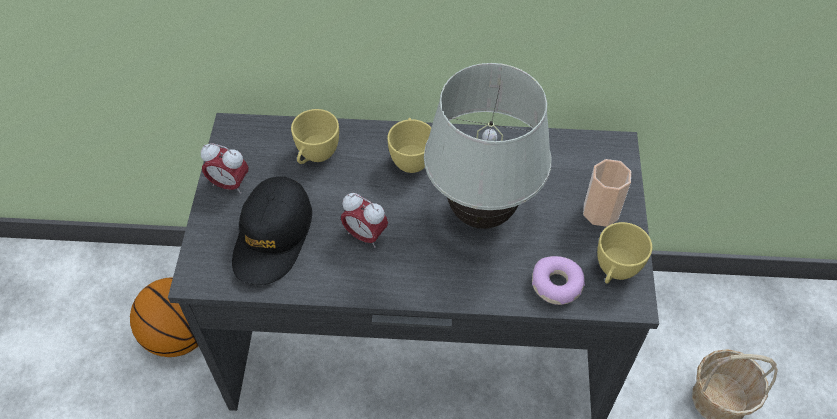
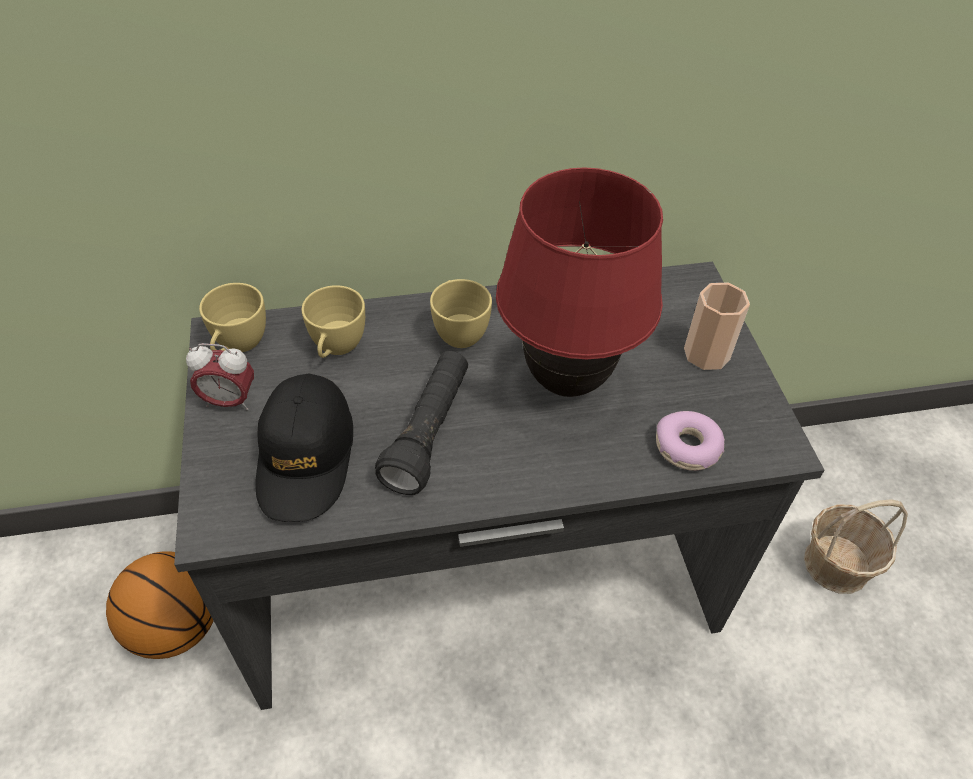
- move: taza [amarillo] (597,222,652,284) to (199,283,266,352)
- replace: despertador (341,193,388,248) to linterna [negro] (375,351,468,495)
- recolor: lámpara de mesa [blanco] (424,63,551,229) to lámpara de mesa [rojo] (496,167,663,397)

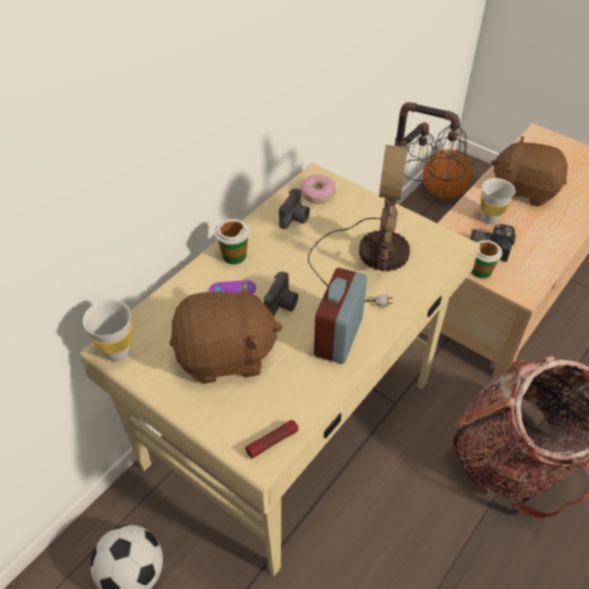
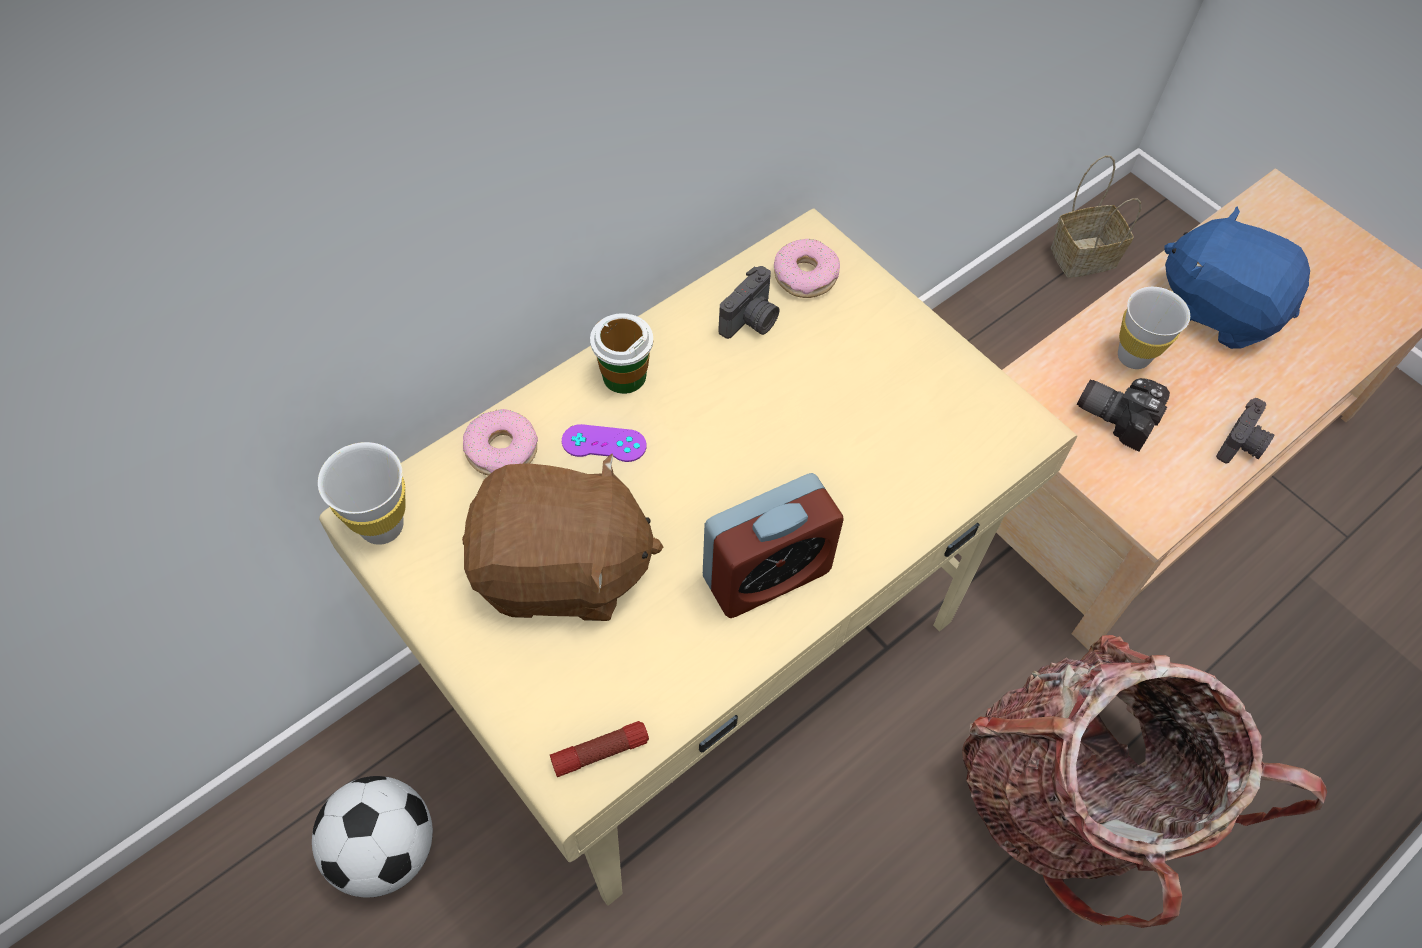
- insert: rosquilla (463,409,538,476)
- rotate: despertador (314,268,367,364) = (703,473,844,618) 150 degrees counterclockwise
- replace: balón de baloncesto (423,149,472,199) to cesta (1051,155,1141,278)
- recolor: peluche [marrón] (491,136,568,207) to peluche [azul] (1164,206,1310,349)
- move: cámara (264,271,298,316) to (1216,398,1274,463)
- delete: lámpara de mesa (308,102,467,307)
- delete: taza (471,240,502,279)

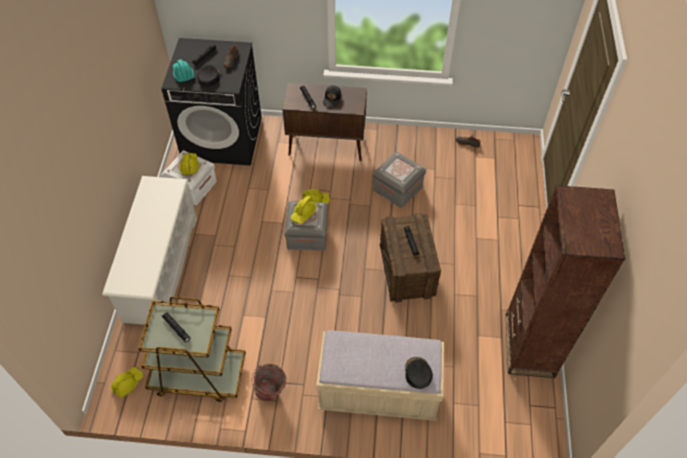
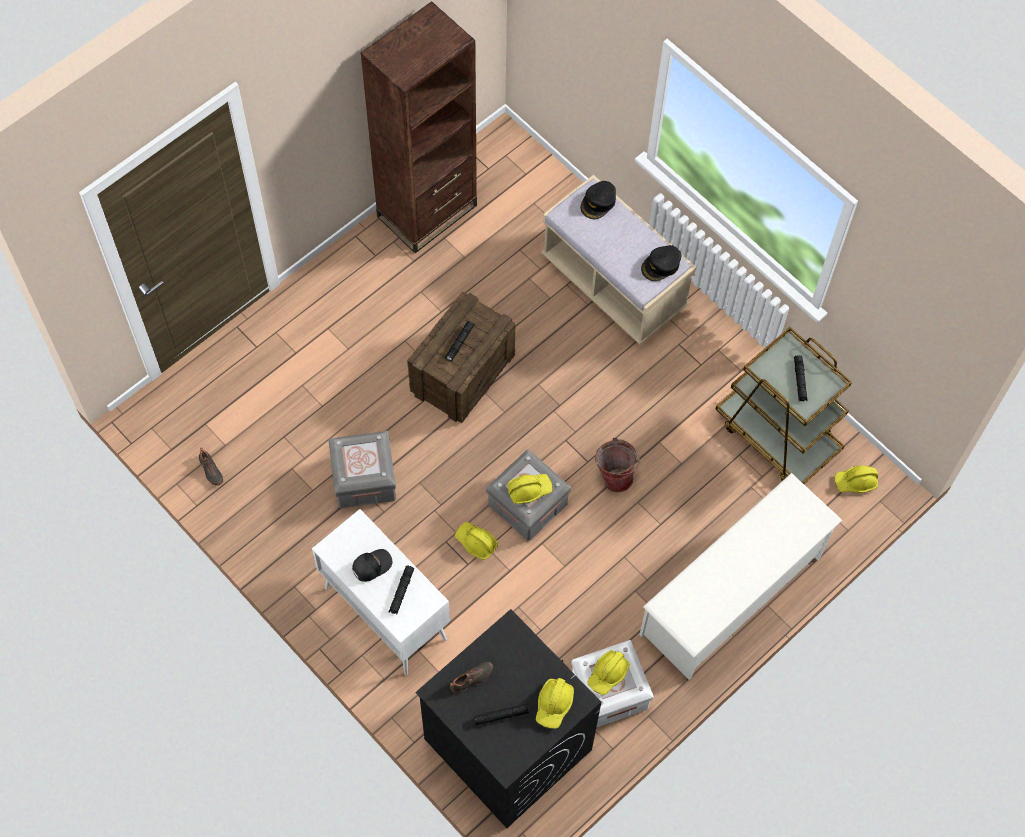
- recolor: armario [marrón] (282,83,367,161) to armario [blanco] (312,509,450,675)
- recolor: casco [turquesa] (173,59,194,82) to casco [amarillo] (536,678,574,729)
- move: cubo (252,364,286,401) to (595,438,640,492)
- move: gorra [negro] (197,64,220,86) to (641,245,682,281)

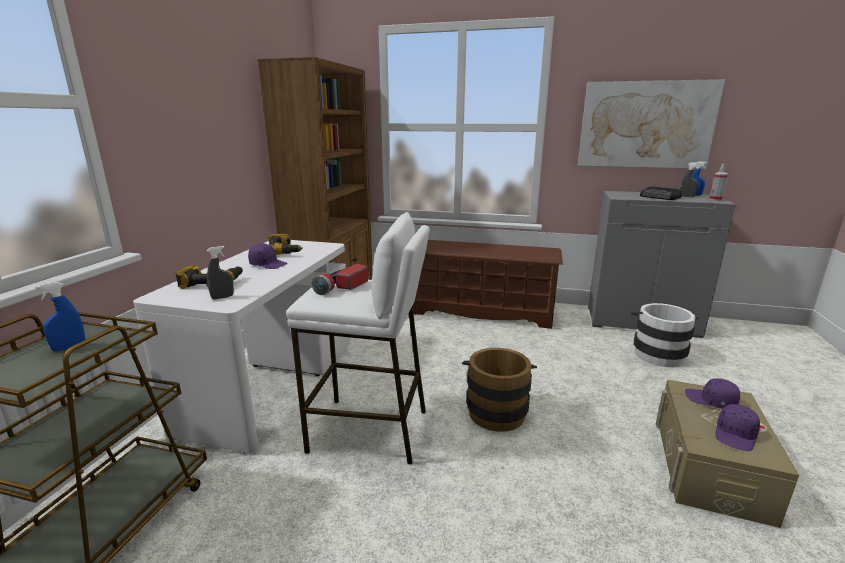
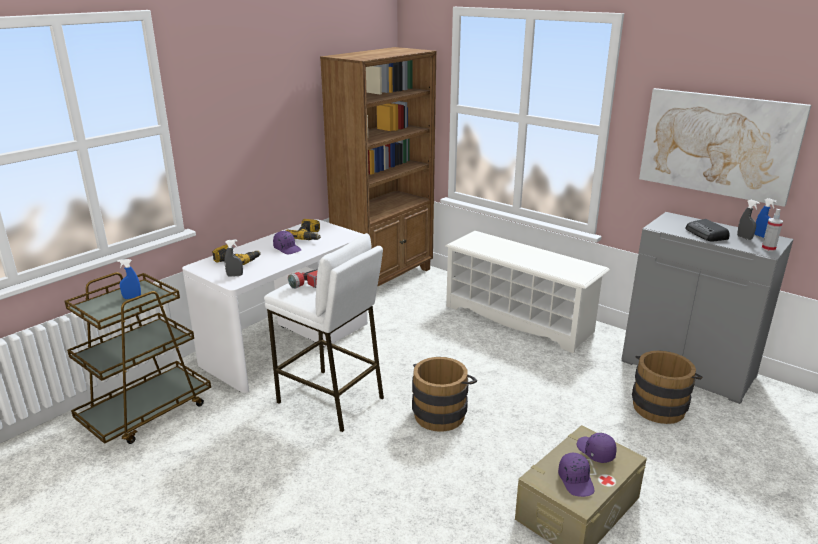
- recolor: zapatero [marrón] (413,240,563,329) to zapatero [blanco] (445,231,610,354)
- rotate: gorra [morado] (715,404,760,451) = (558,453,595,497) 75 degrees counterclockwise
- recolor: cubo [blanco] (631,303,698,367) to cubo [marrón] (632,351,703,424)

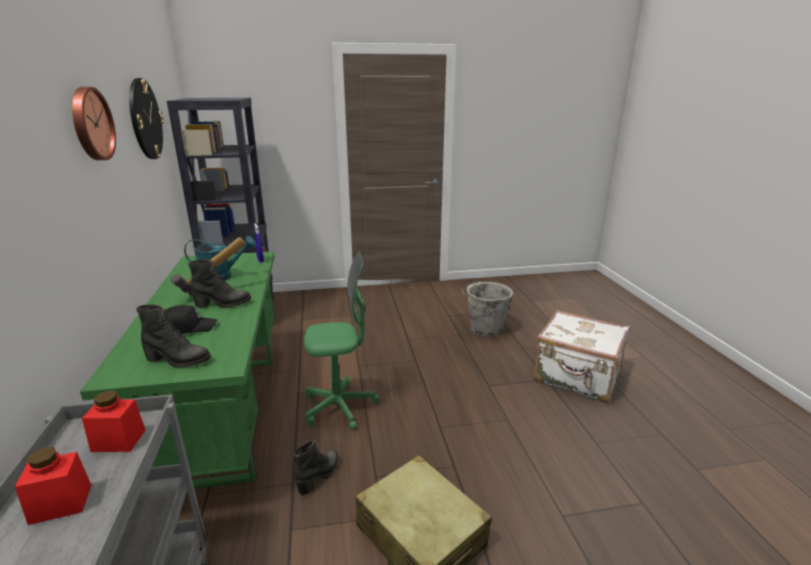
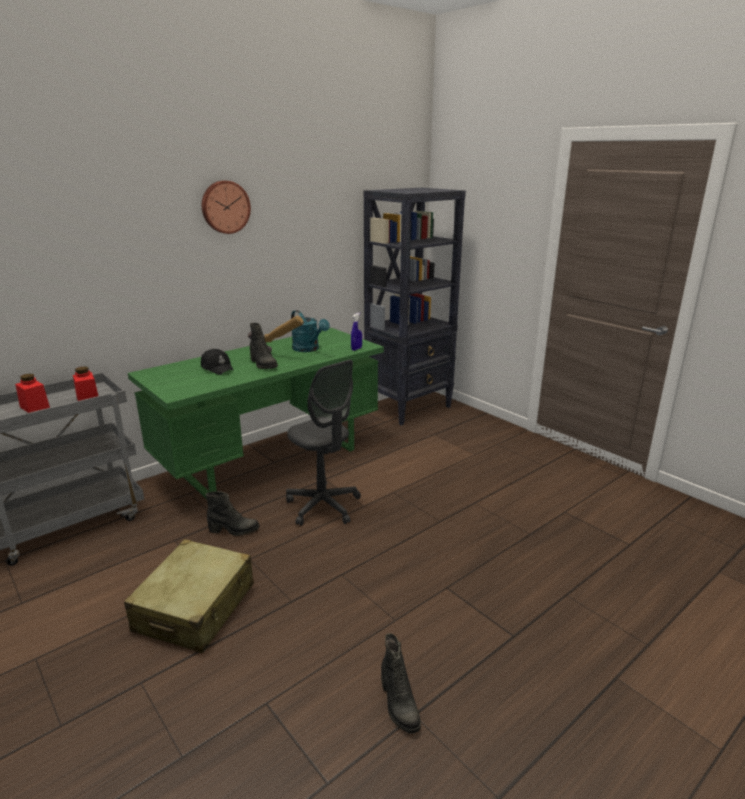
- recolor: silla de oficina [verde] (304,252,379,431) to silla de oficina [gris] (286,360,361,526)
- move: bota [negro] (136,304,211,368) to (381,633,421,734)
- delete: reloj de pared (129,78,164,159)
- delete: cubo [gris] (461,281,513,337)
- delete: maleta [blanco] (534,310,630,403)

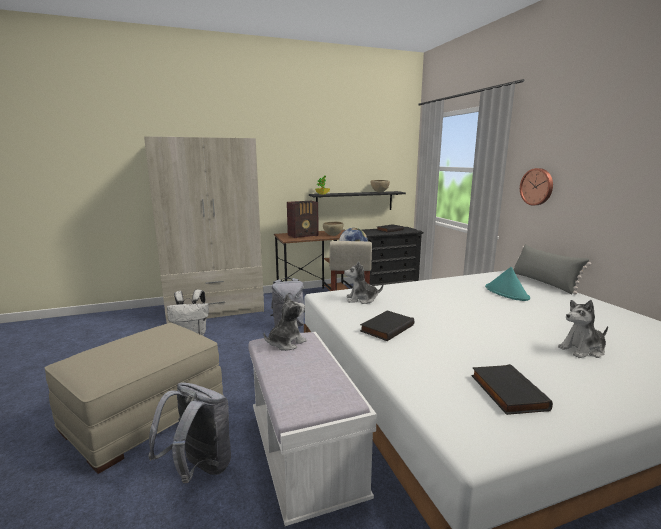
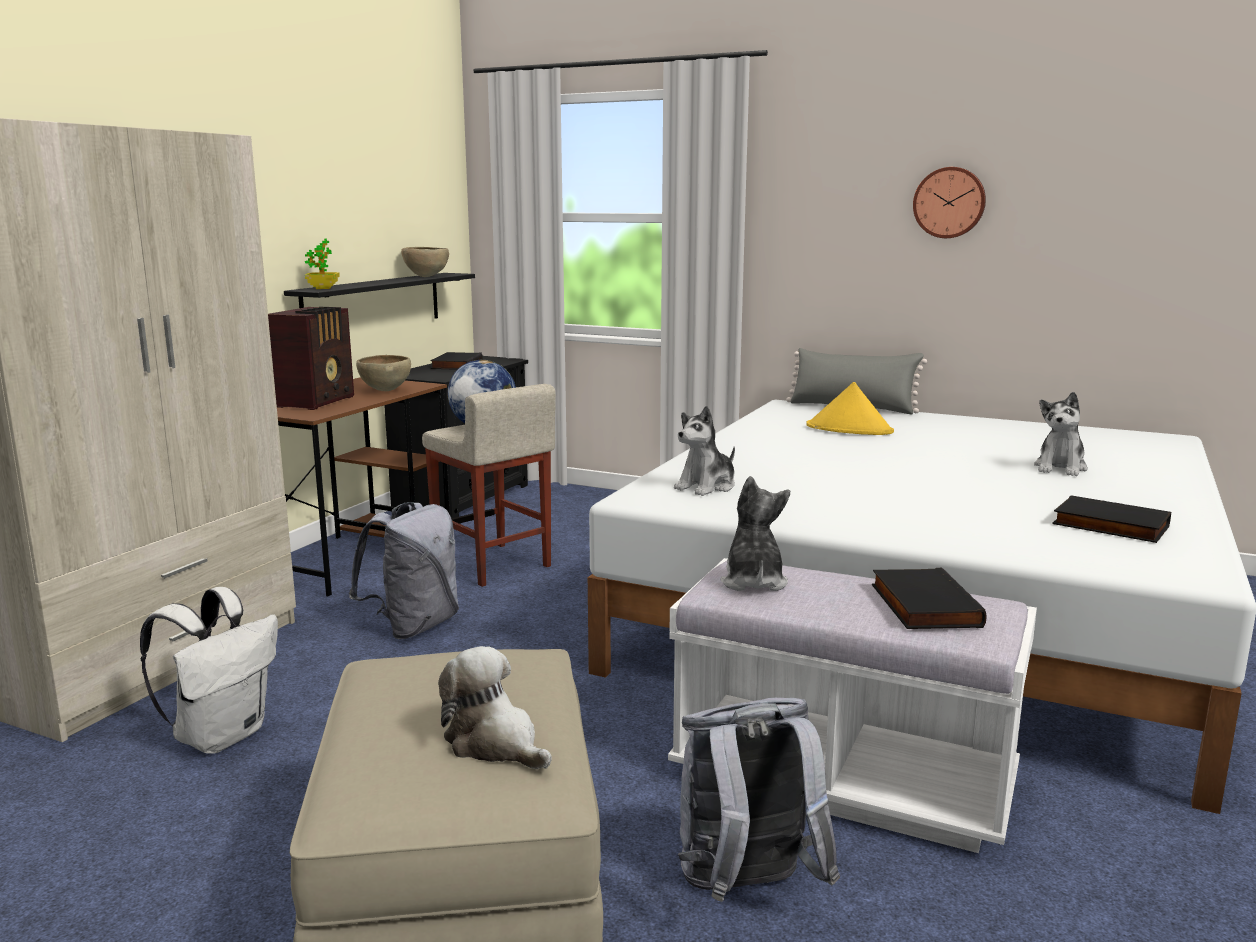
- insert: peluche (438,646,552,769)
- recolor: sombrero [turquesa] (485,267,530,301) to sombrero [amarillo] (806,382,894,435)
- move: libro [negro] (360,310,414,341) to (872,567,987,629)
- move: reloj de pared (520,168,553,205) to (913,167,986,238)

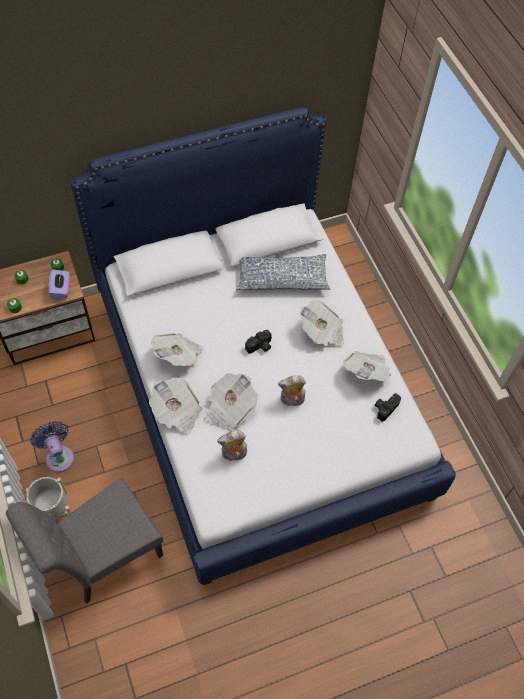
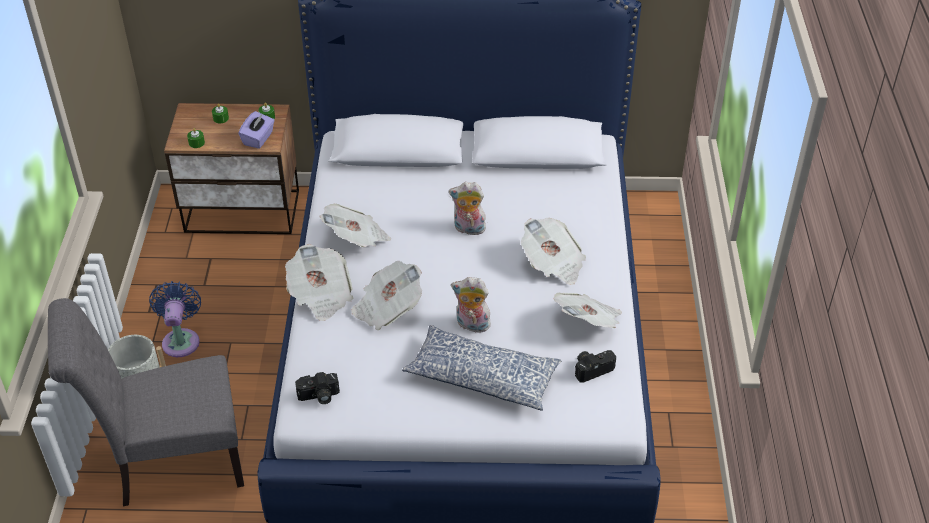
- move: cámara (245,330,272,354) to (295,372,340,404)
- move: cojín (236,254,331,290) to (402,325,561,411)
- move: peluche (217,430,247,461) to (449,182,489,235)

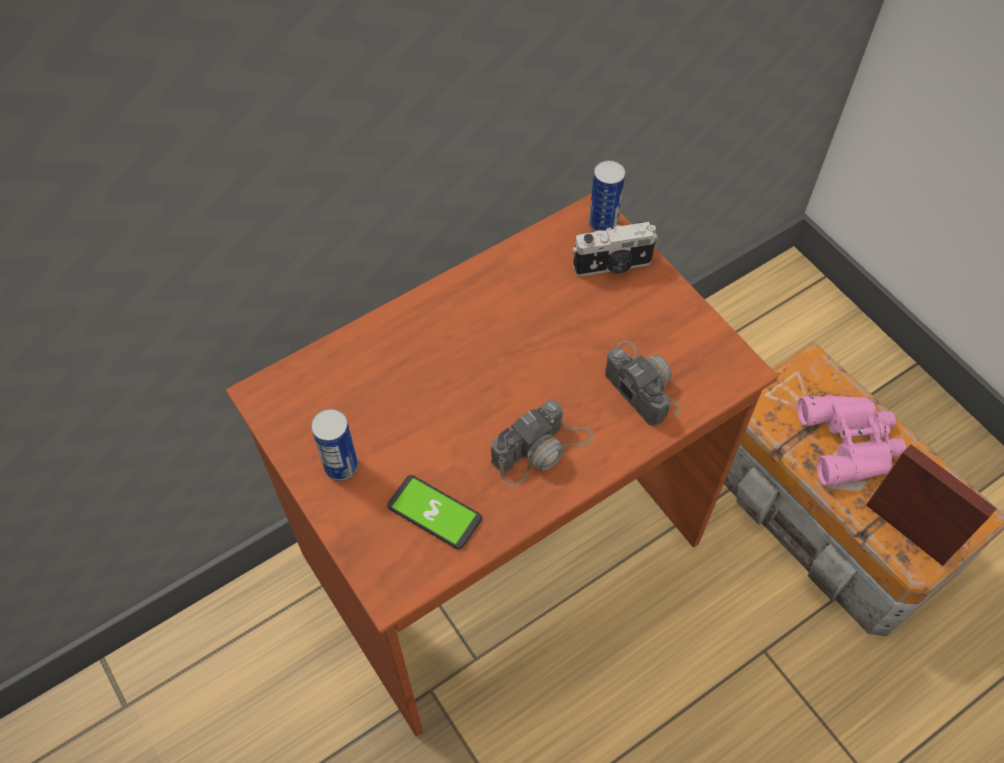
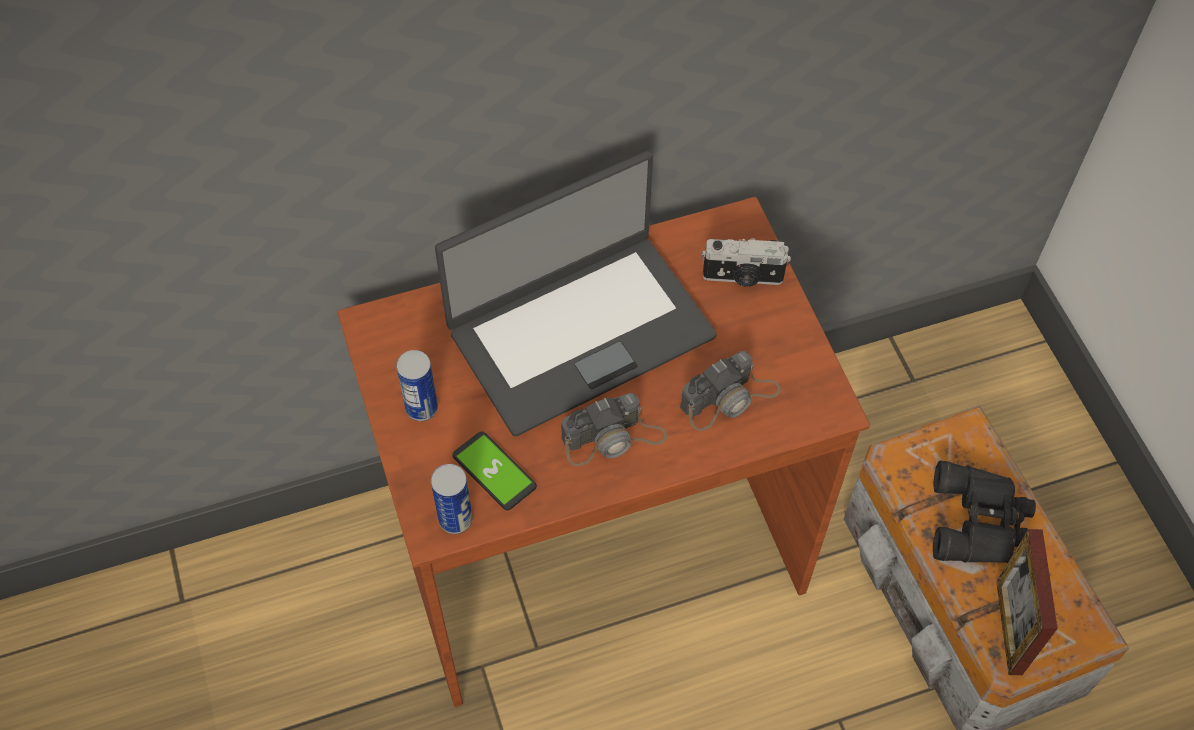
- move: lata (589,160,625,232) to (431,464,473,534)
- insert: portátil (435,151,717,436)
- rotate: cámara (605,340,680,426) = (680,351,781,431) 75 degrees clockwise
- recolor: prismáticos [rosa] (797,395,906,486) to prismáticos [negro] (933,460,1036,563)
- rotate: portarretratos (866,444,997,566) = (996,529,1058,675) 150 degrees counterclockwise

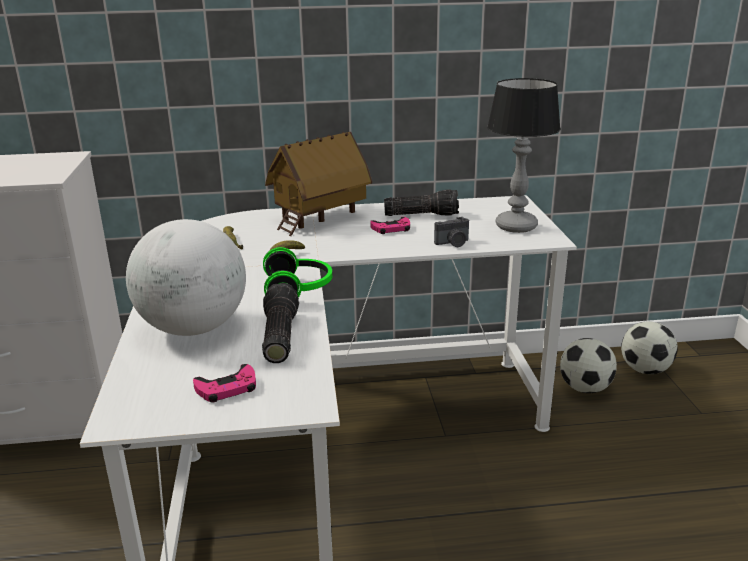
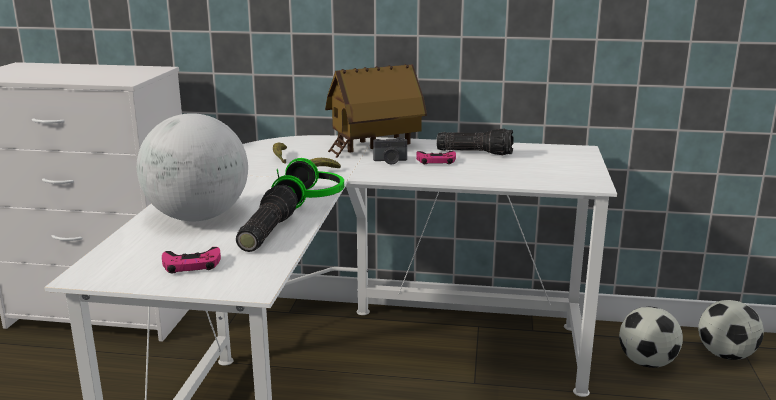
- move: cámara (434,217,469,247) to (373,137,407,165)
- delete: lámpara de mesa (487,78,561,233)

